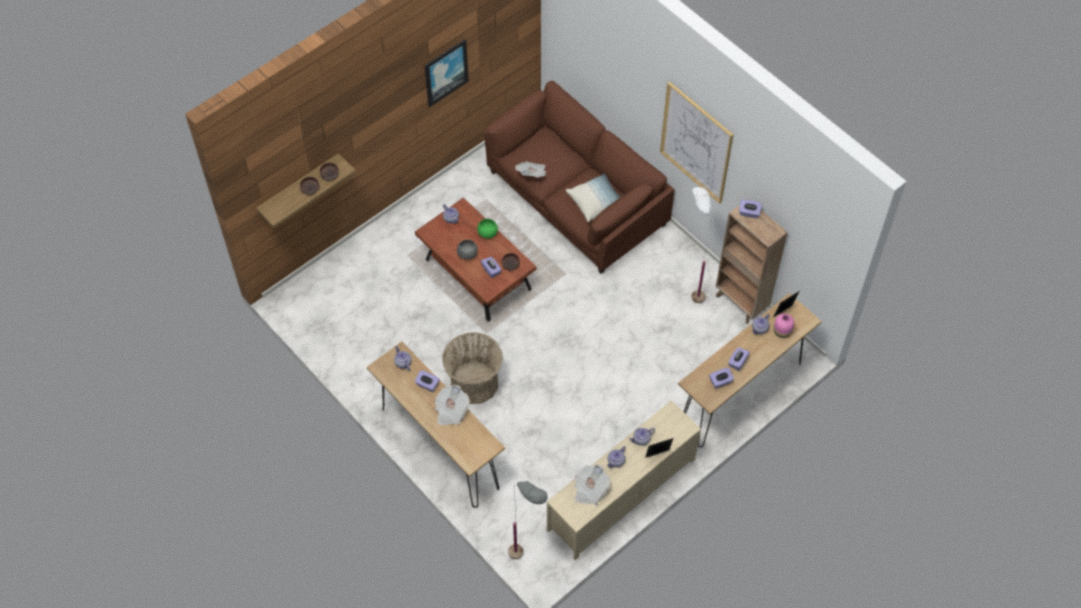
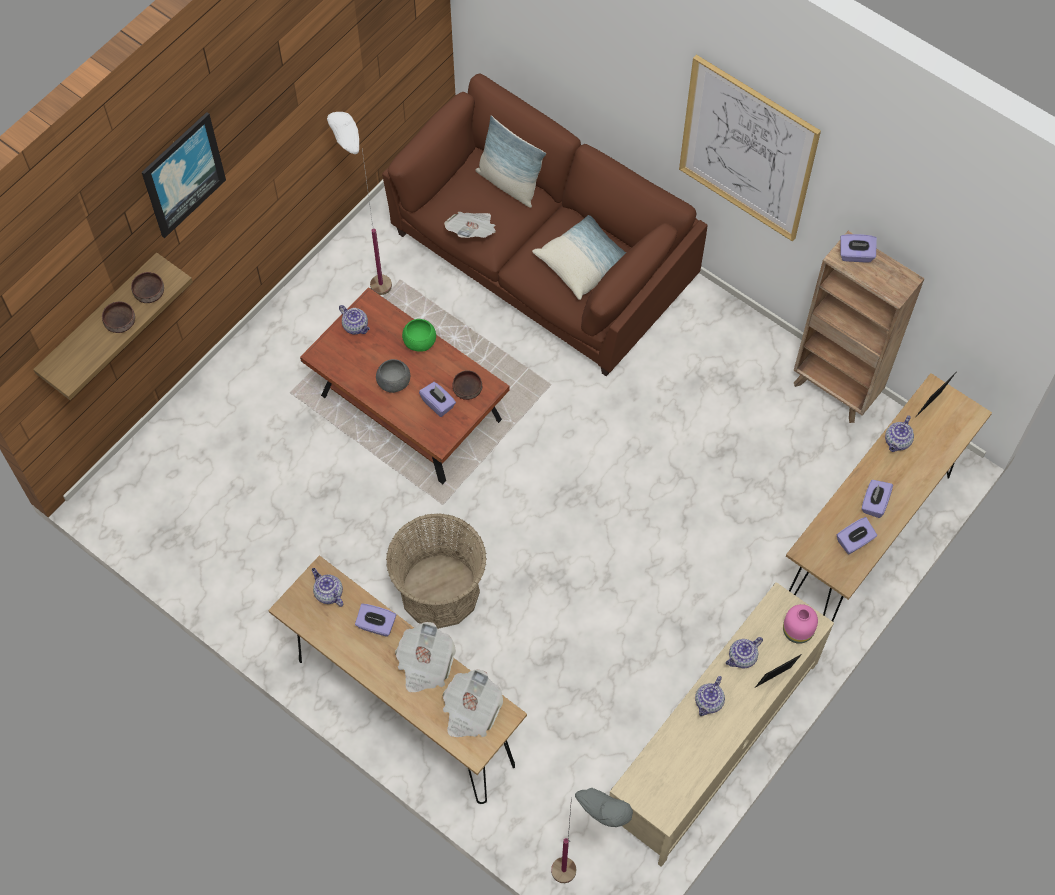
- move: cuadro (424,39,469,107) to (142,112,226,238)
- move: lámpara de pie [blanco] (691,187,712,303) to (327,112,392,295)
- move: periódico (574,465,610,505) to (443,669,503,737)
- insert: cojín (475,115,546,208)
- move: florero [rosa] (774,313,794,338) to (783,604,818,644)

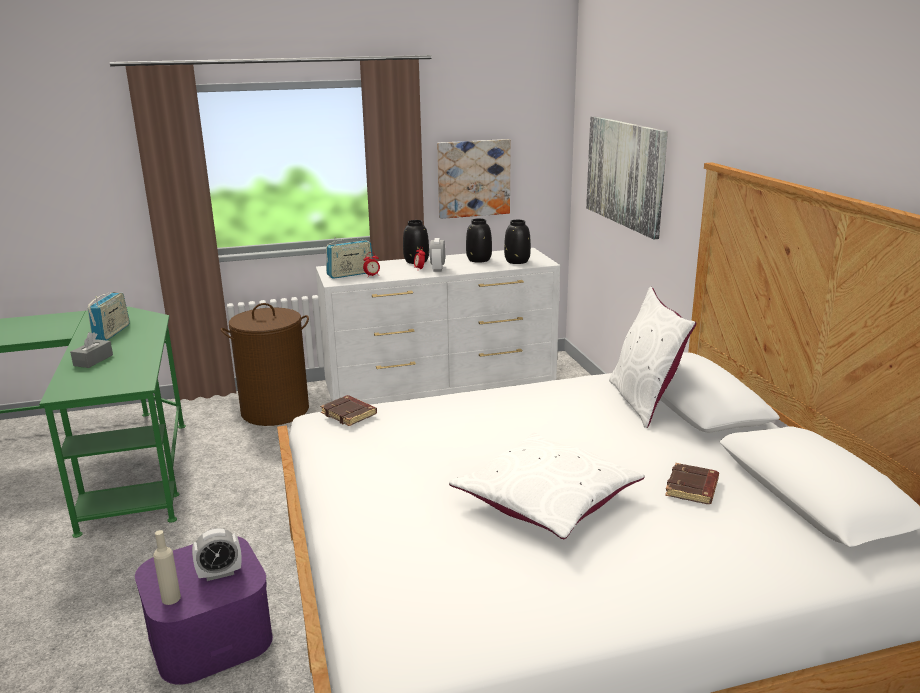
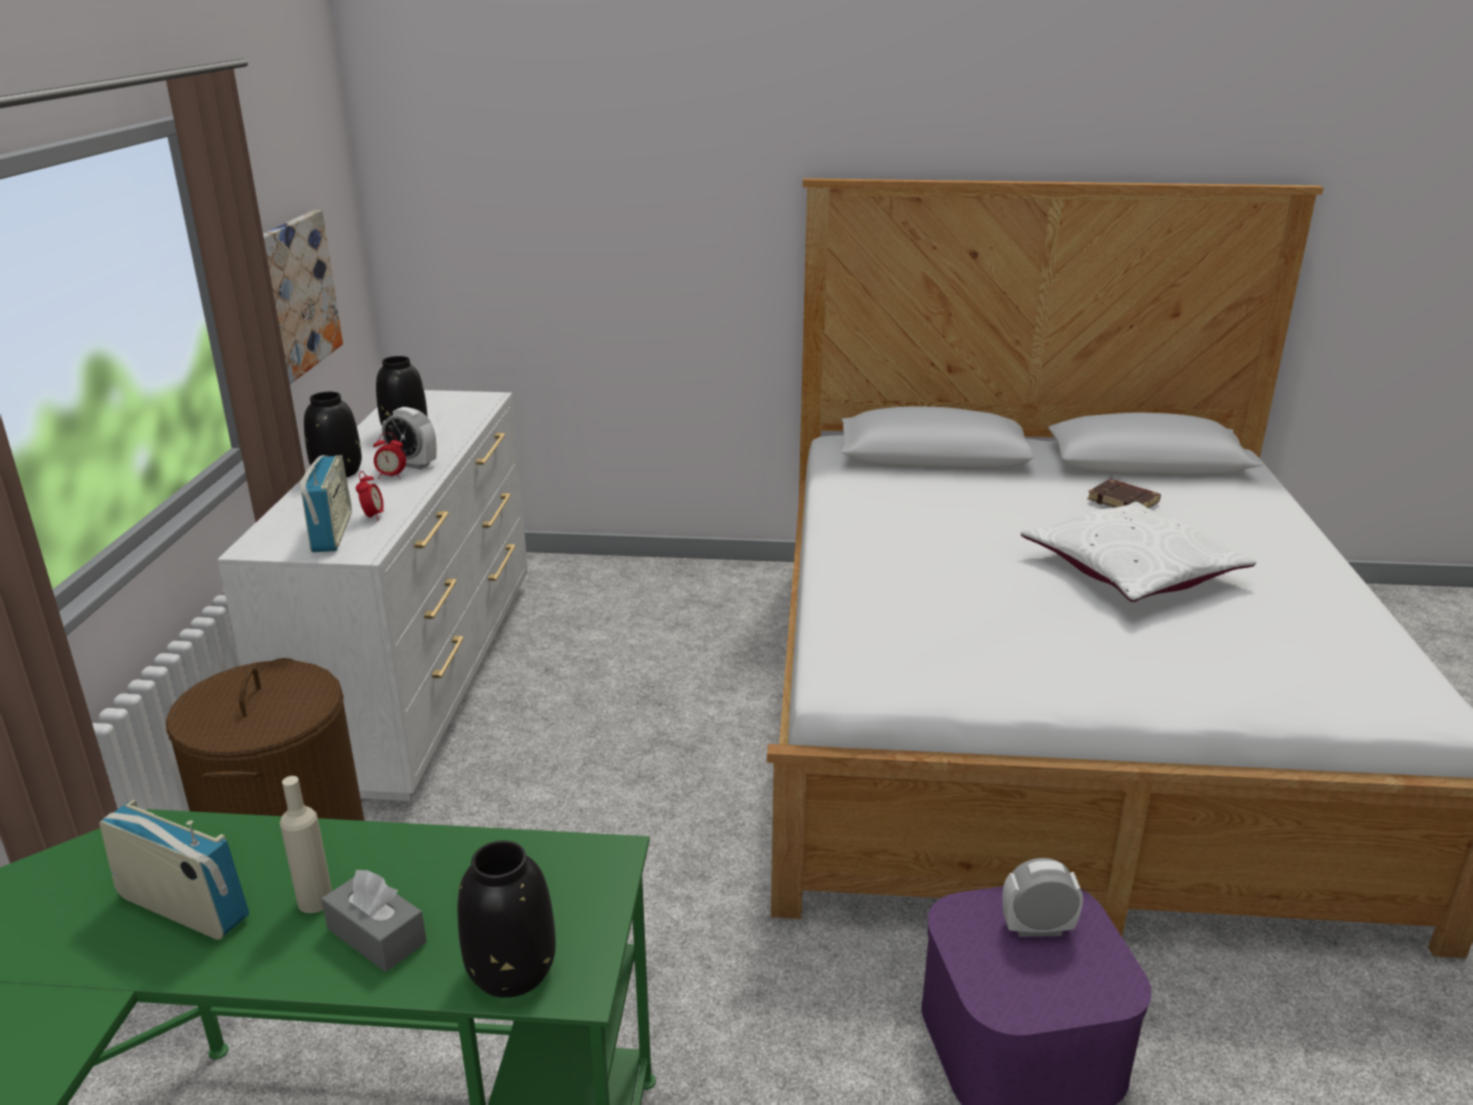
- move: botella [beis] (153,530,181,605) to (280,776,332,913)
- move: florero [negro] (504,220,531,264) to (457,841,556,998)
- rotate: despertador (192,528,241,581) = (1002,858,1083,937) 90 degrees counterclockwise
- delete: libro [marrón] (320,395,377,426)
- delete: cuadro (586,116,668,239)
- delete: cojín [blanco] (609,287,697,428)

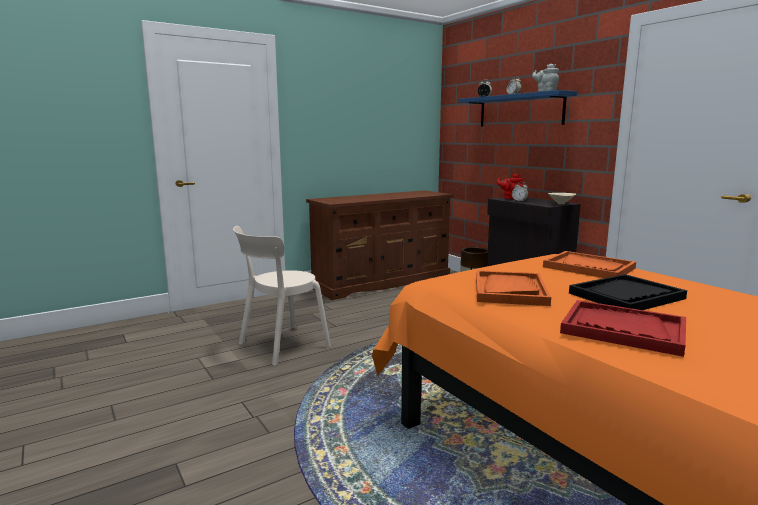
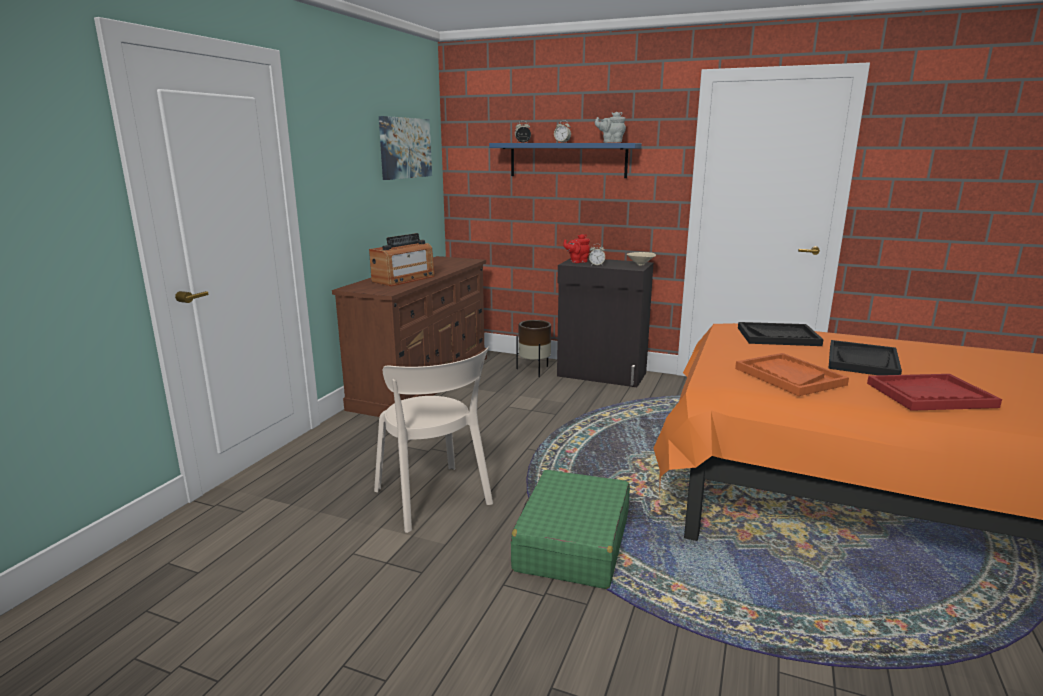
- insert: radio (369,233,435,286)
- rotate: silla [beis] (233,226,331,366) = (374,347,493,533) 45 degrees counterclockwise
- insert: cuadro (379,116,432,180)
- insert: maleta [verde] (511,470,630,589)
- recolor: bandeja [naranja] (543,251,636,278) to bandeja [negro] (738,322,824,346)

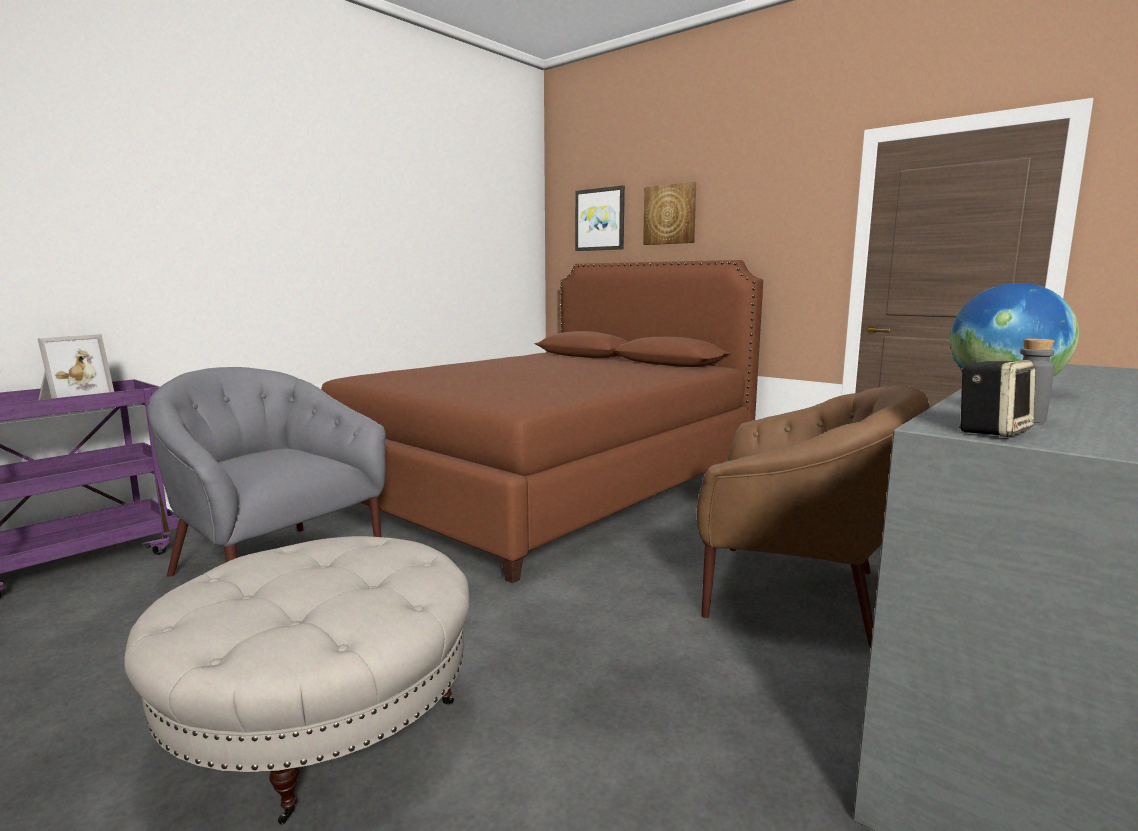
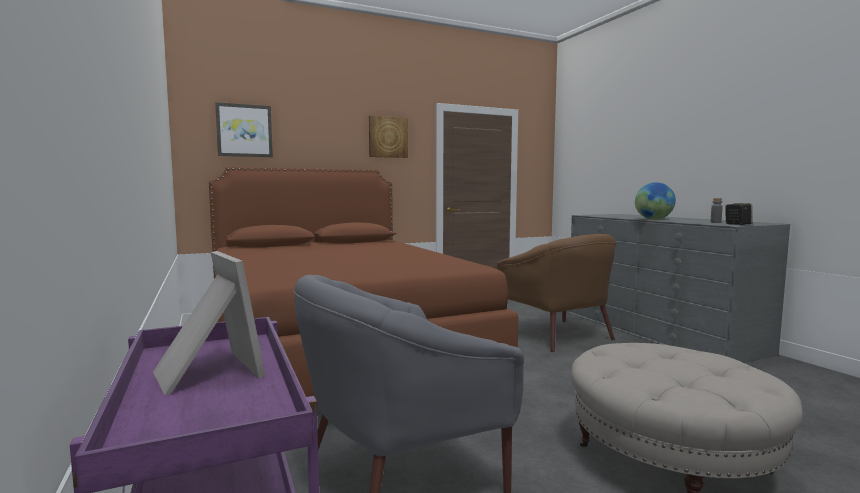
- move: cuadro (643,182,696,245) to (369,115,408,158)
- rotate: sillón [marrón] (697,386,930,646) = (497,234,616,352) 105 degrees clockwise

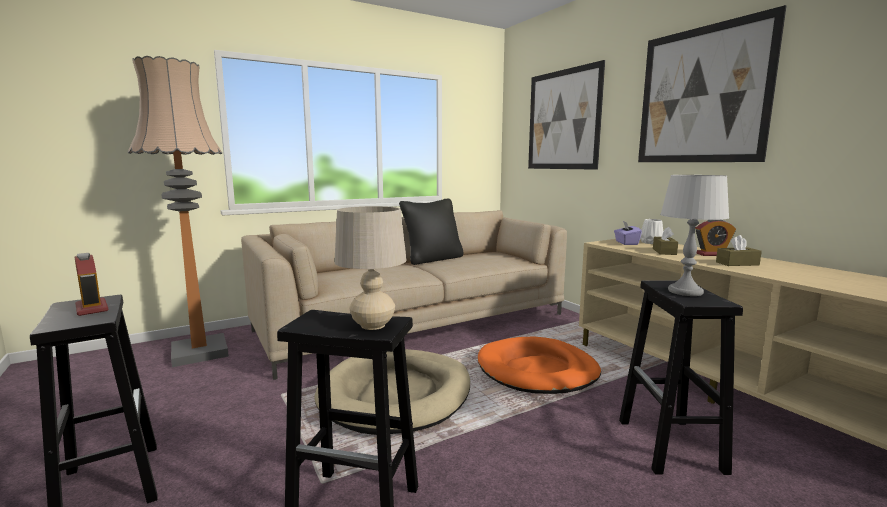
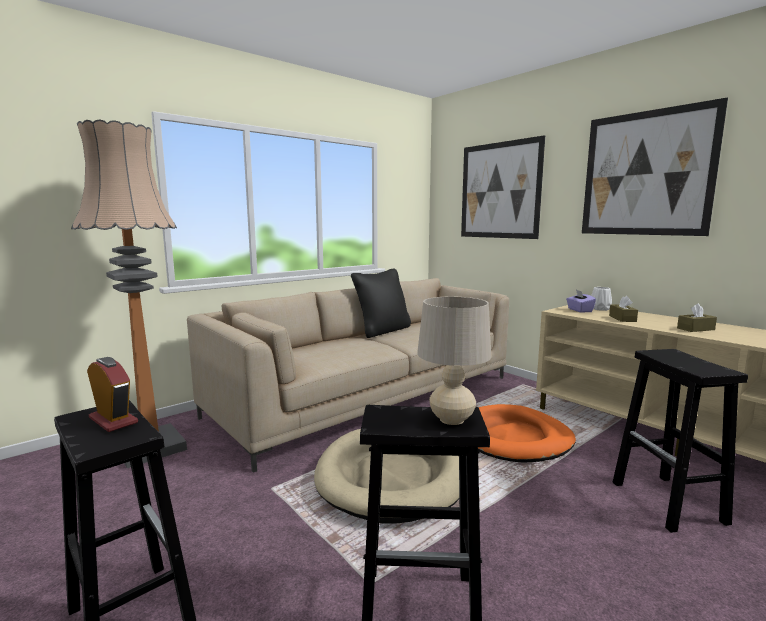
- delete: lámpara de mesa [gris] (660,175,729,296)
- delete: despertador (695,220,736,256)

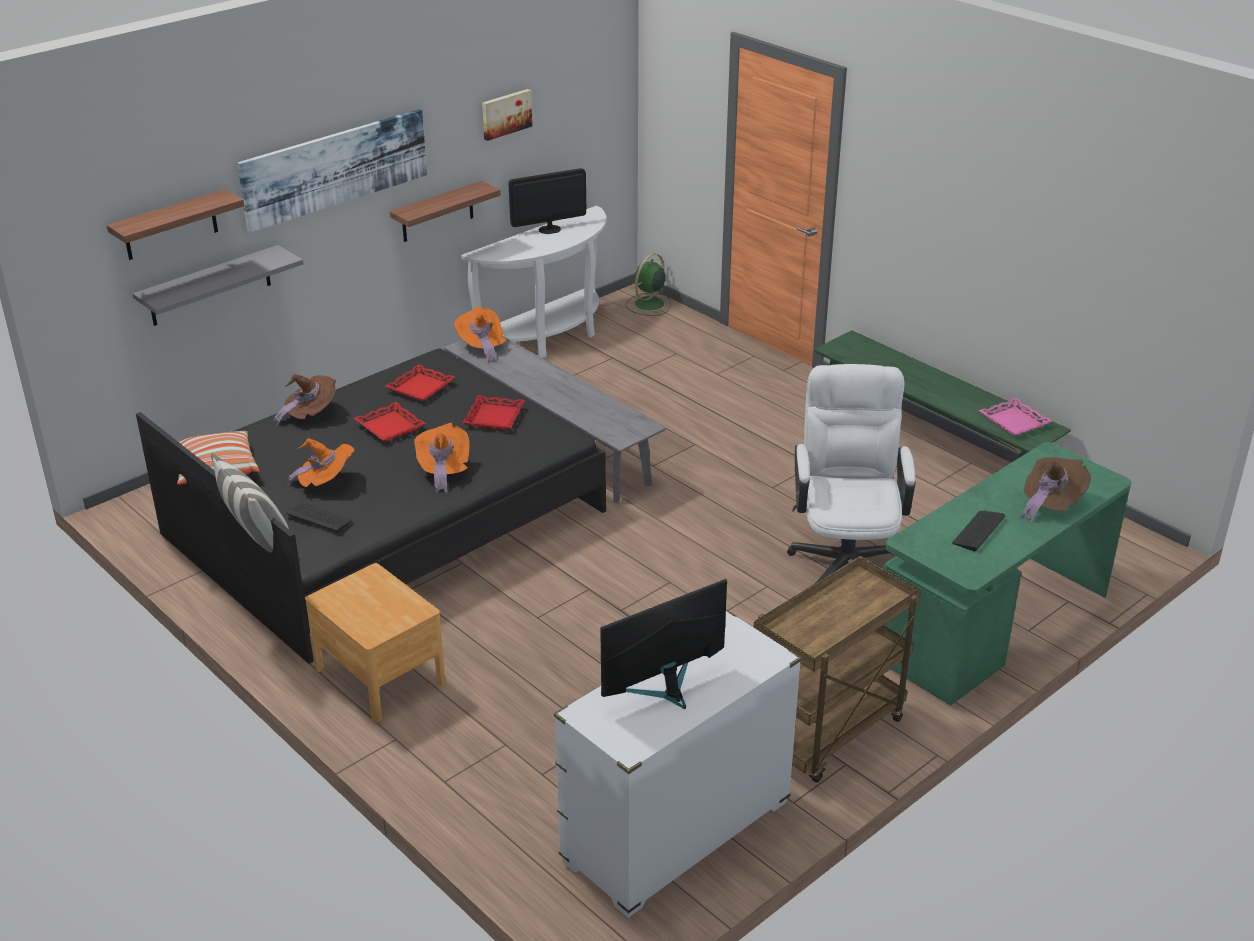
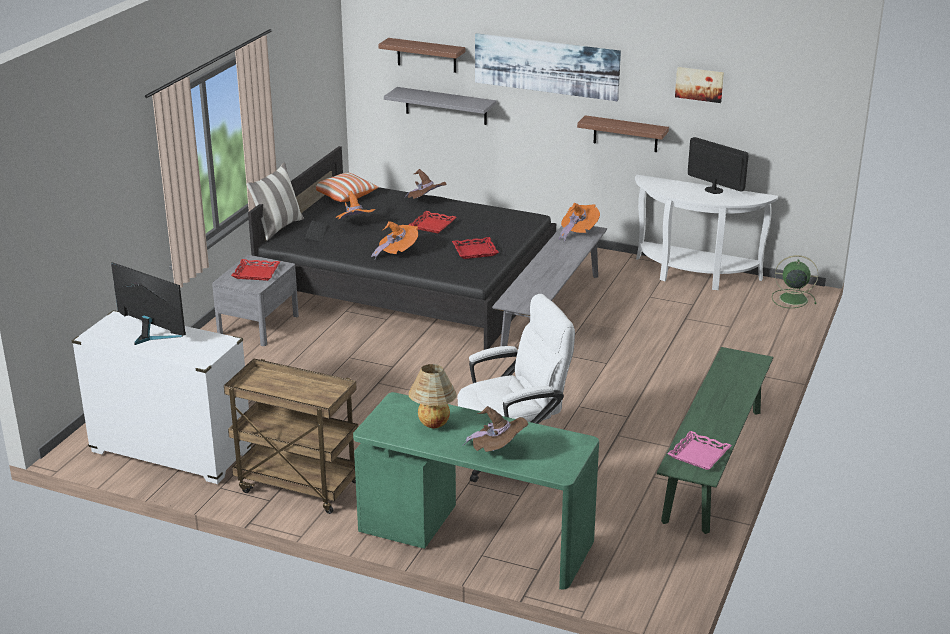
- recolor: mesita de noche [marrón] (305,563,446,723) to mesita de noche [gris] (212,255,299,346)
- move: bandeja [rojo] (385,364,455,401) to (231,259,280,281)
- replace: teclado (952,511,1006,552) to lámpara de mesa (409,364,457,428)

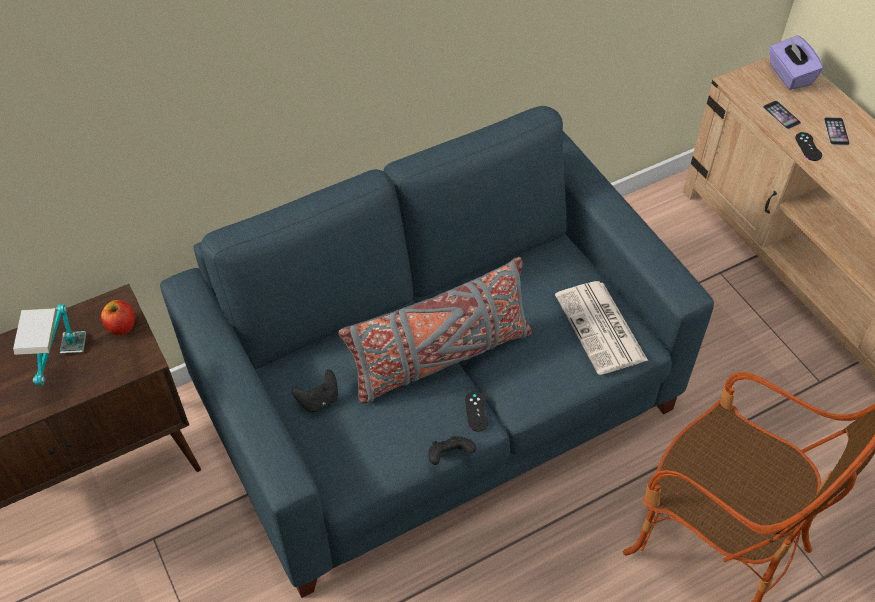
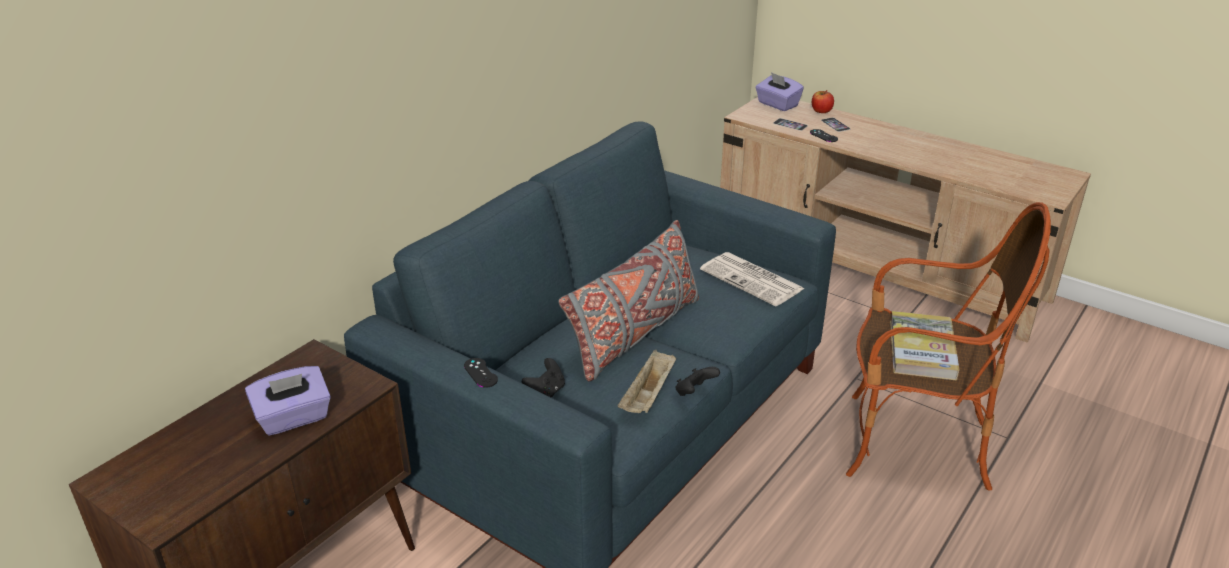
- replace: lámpara de mesa (13,304,86,386) to caja de pañuelos [morado] (245,366,331,435)
- move: mando de consola [negro] (465,391,488,432) to (464,358,498,388)
- insert: bandeja [beis] (618,350,676,413)
- move: manzana (101,300,135,335) to (812,90,834,113)
- insert: libro (890,311,960,380)

